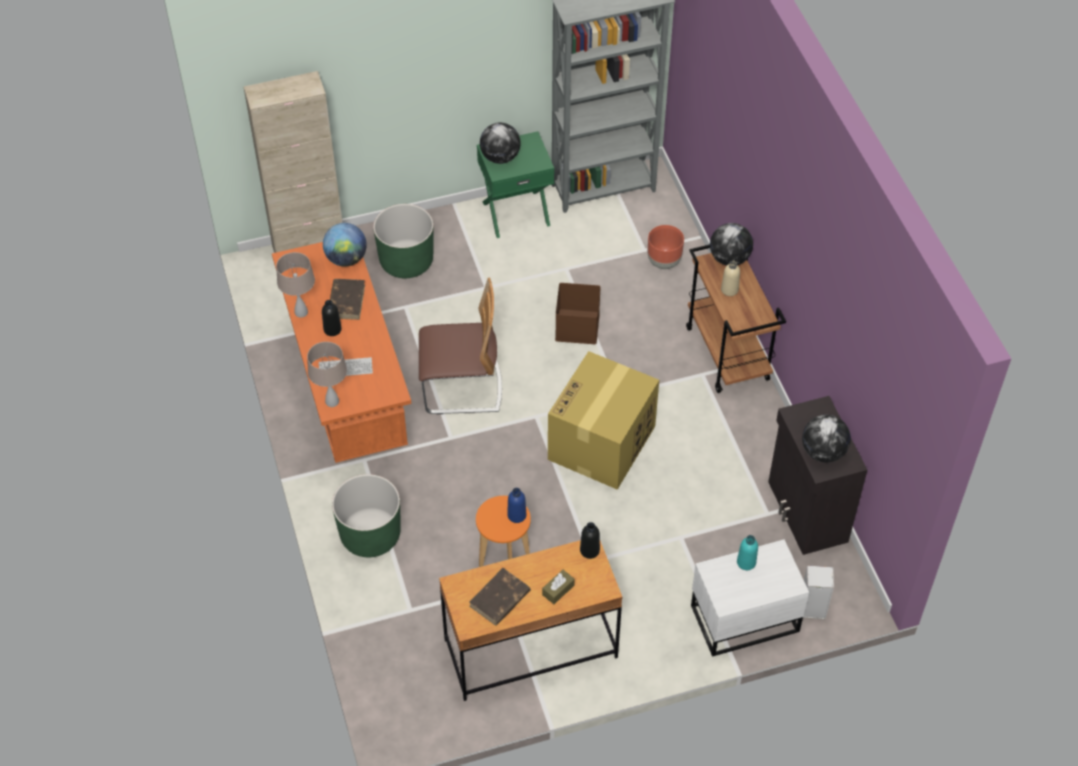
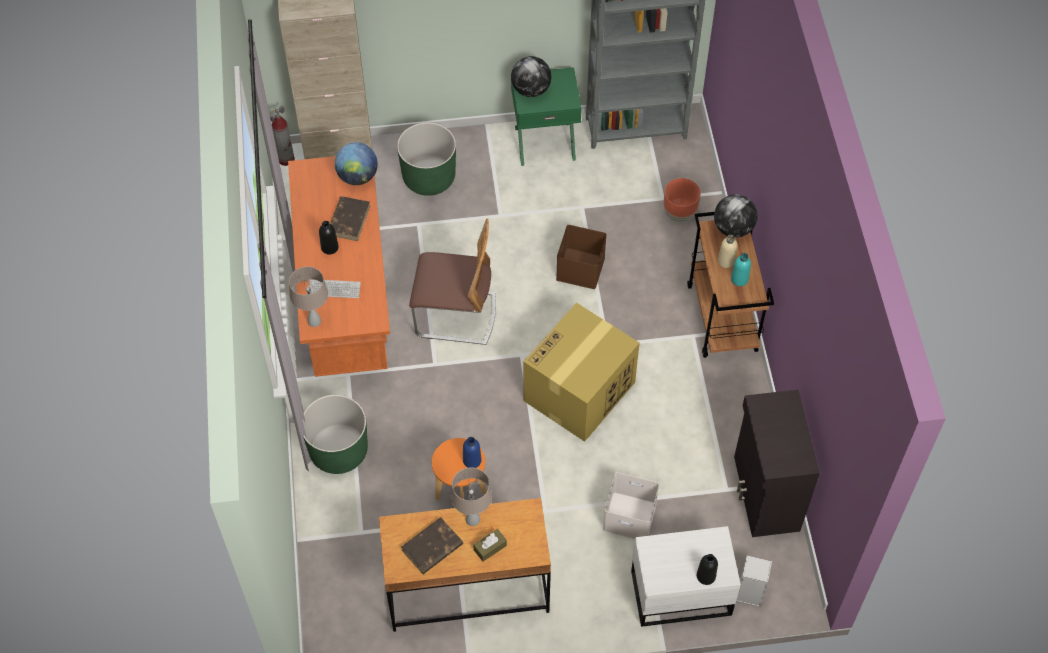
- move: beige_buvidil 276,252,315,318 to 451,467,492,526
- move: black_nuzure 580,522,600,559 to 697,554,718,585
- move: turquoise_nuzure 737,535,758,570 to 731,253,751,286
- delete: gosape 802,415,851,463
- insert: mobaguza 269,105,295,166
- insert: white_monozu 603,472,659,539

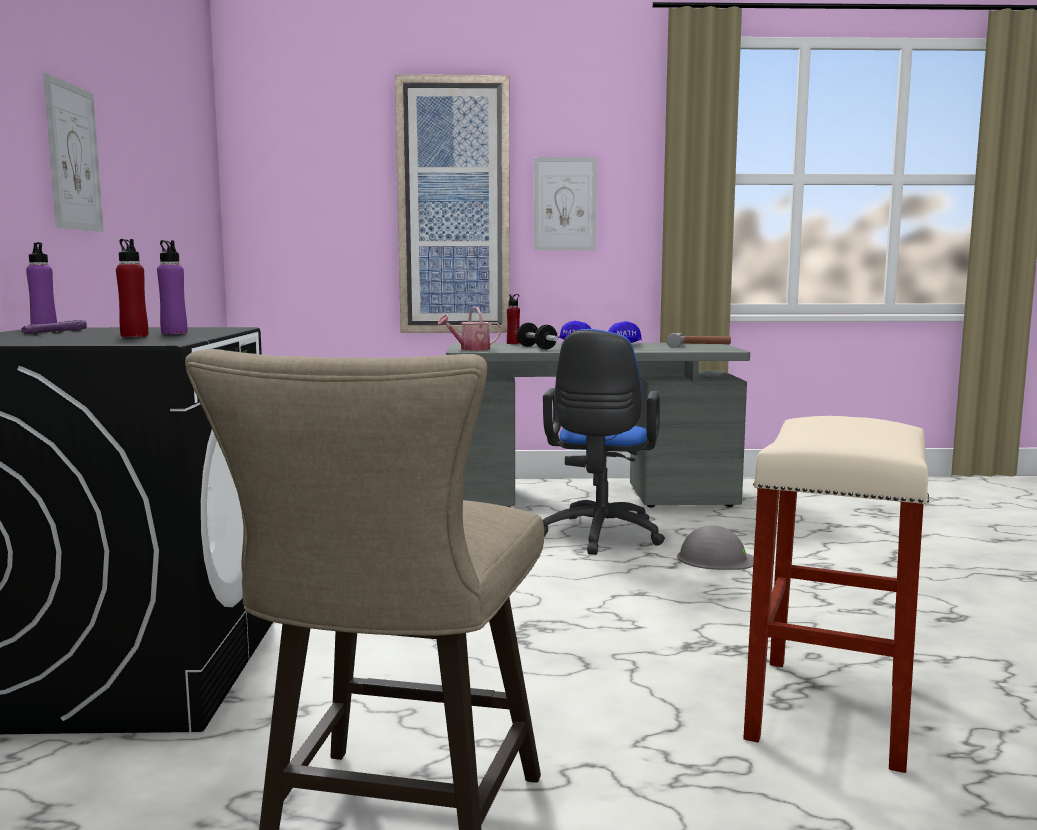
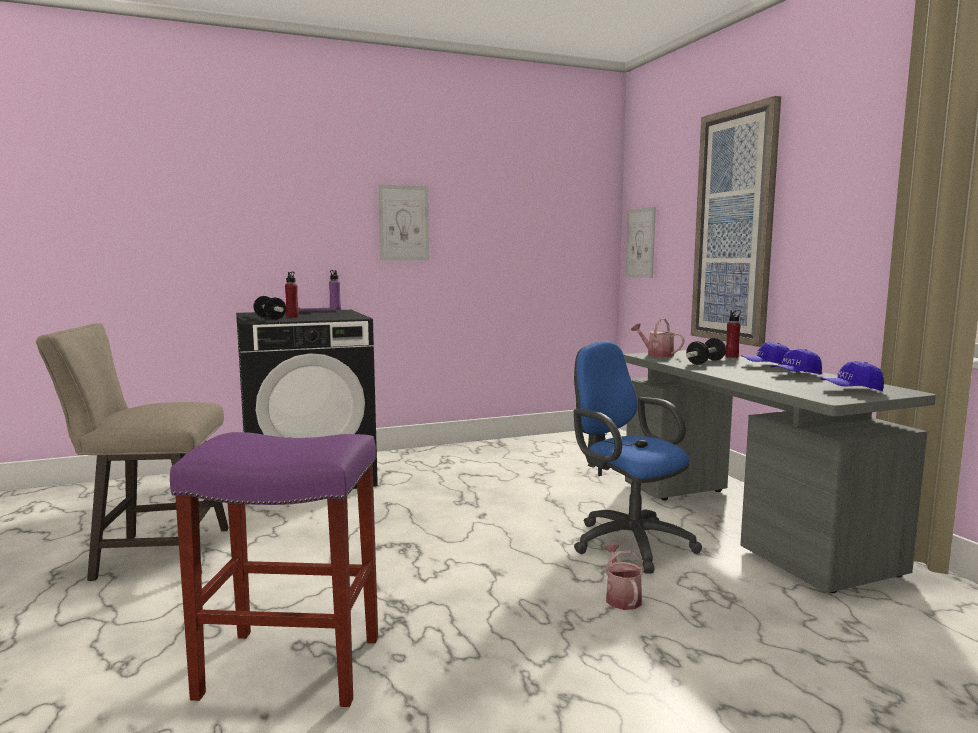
- delete: purple_nuzure 157,240,187,334
- move: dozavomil 534,157,597,250 to 626,207,656,278
- rotate: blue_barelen 543,329,665,555 = 574,341,702,574 60 degrees clockwise
- replace: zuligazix 666,333,731,348 to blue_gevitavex 820,361,884,392
- replace: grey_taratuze 677,525,754,570 to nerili 604,544,645,610
- recolor: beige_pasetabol 743,416,929,773 to purple_pasetabol 170,432,378,707
- insert: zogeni 253,296,286,320

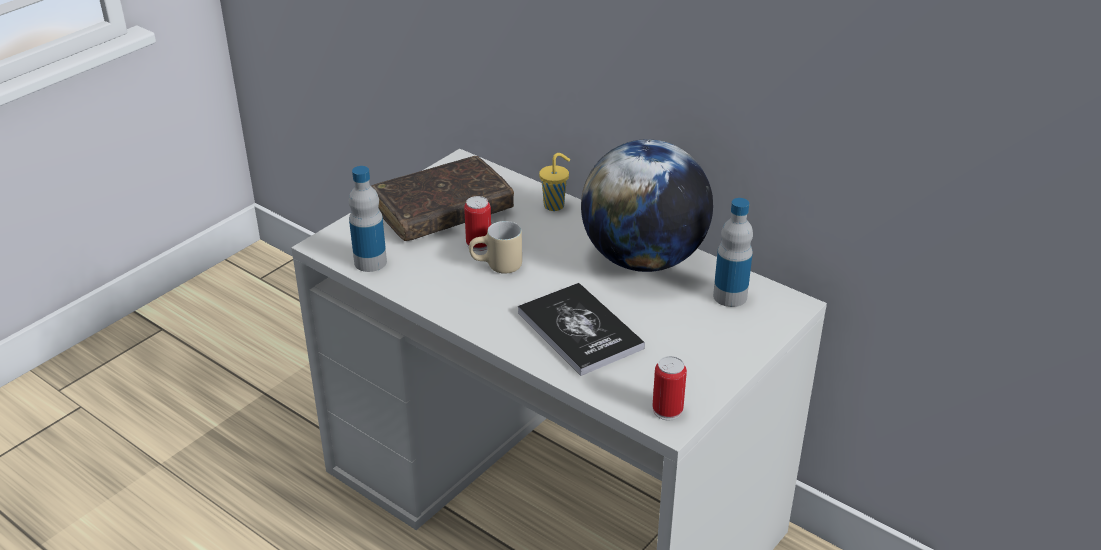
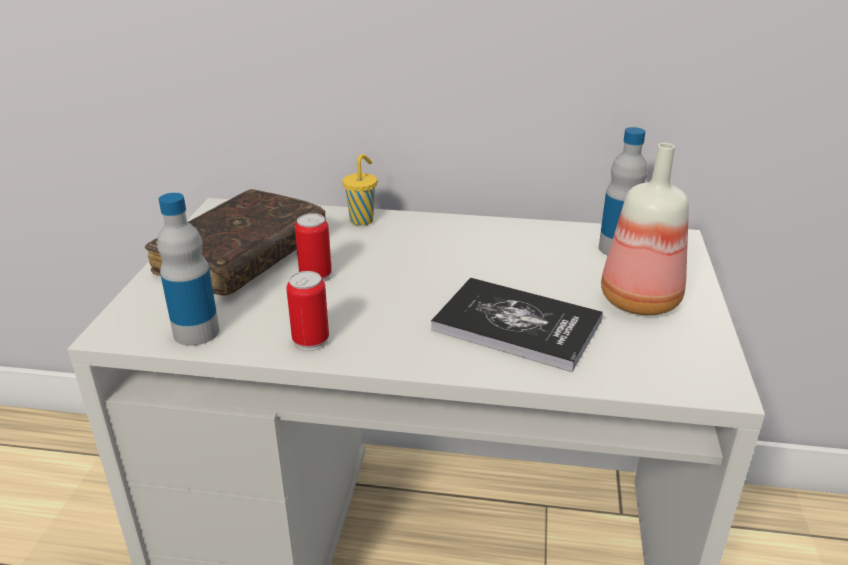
- delete: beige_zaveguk 469,221,522,274
- delete: gosape 581,139,713,272
- move: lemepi 652,356,687,420 to 286,271,329,351
- insert: nuzure 601,143,689,315

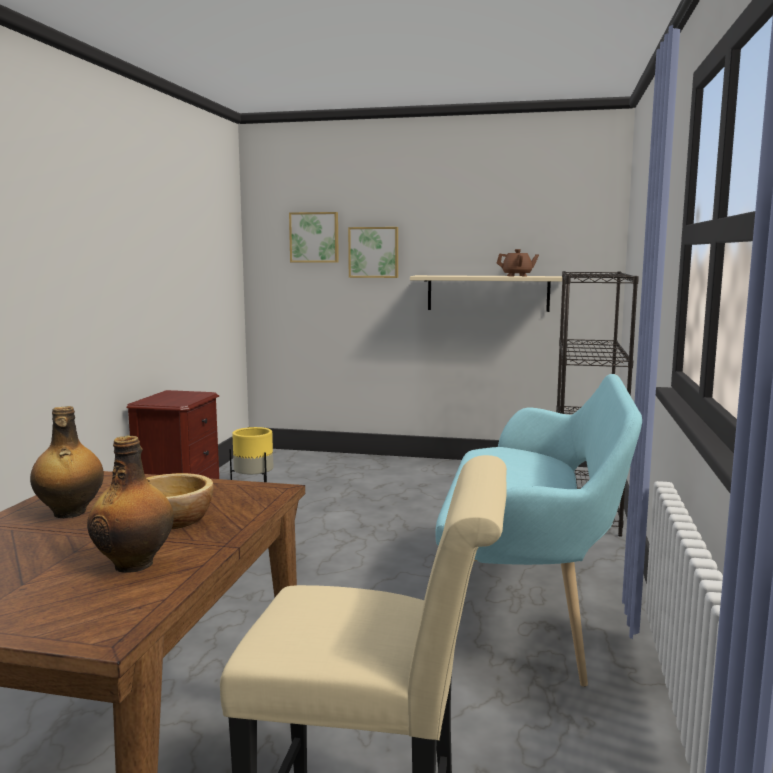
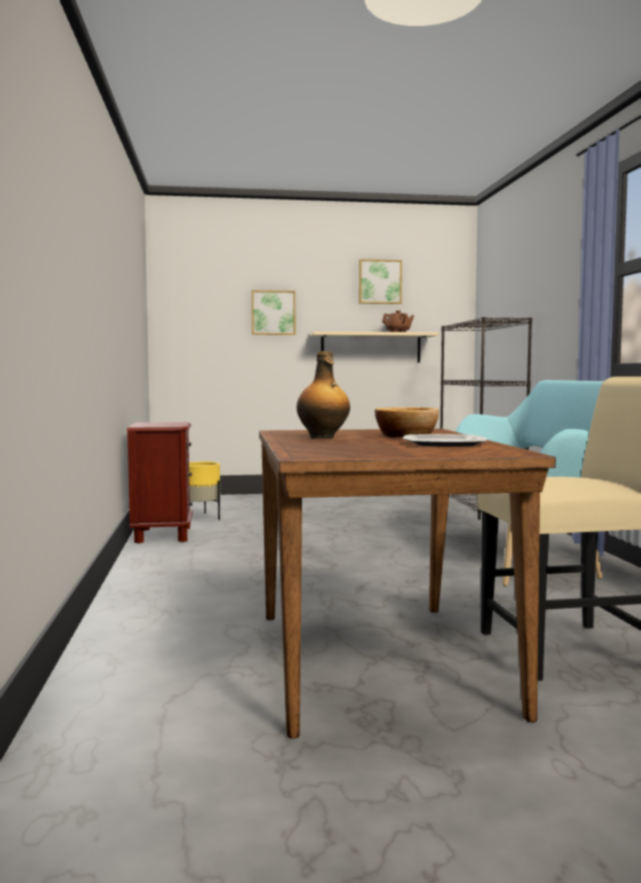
- replace: nuzure 87,436,174,573 to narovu 402,434,487,447
- move: dozavomil 289,212,339,263 to 359,259,402,304

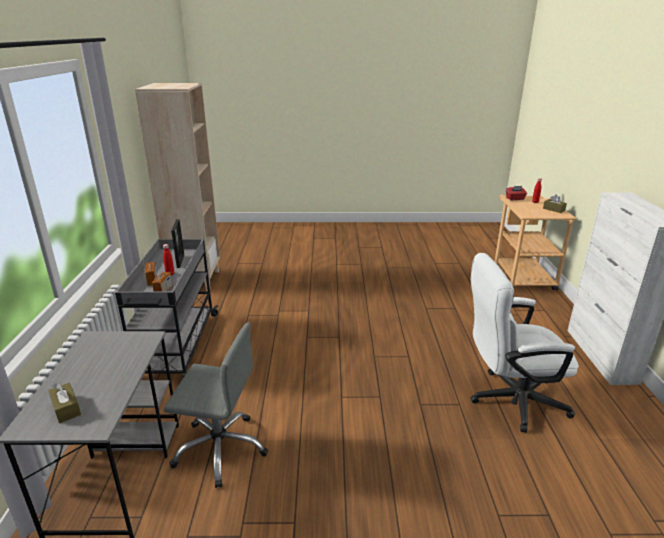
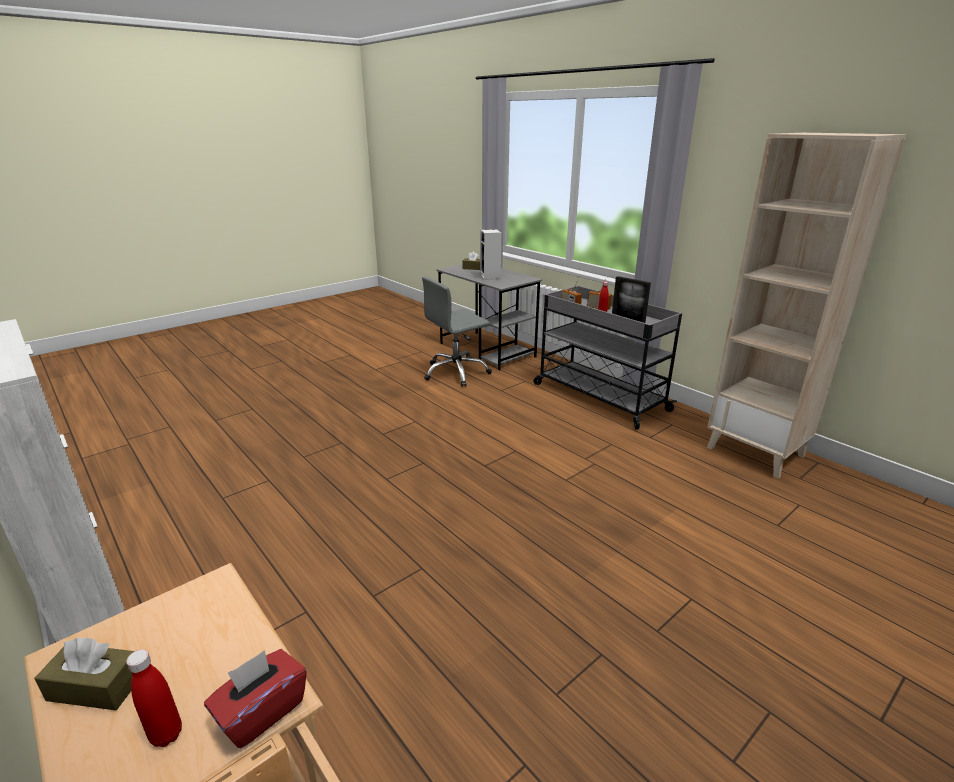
- delete: white_barelen 471,253,579,433
- insert: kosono 480,229,501,280

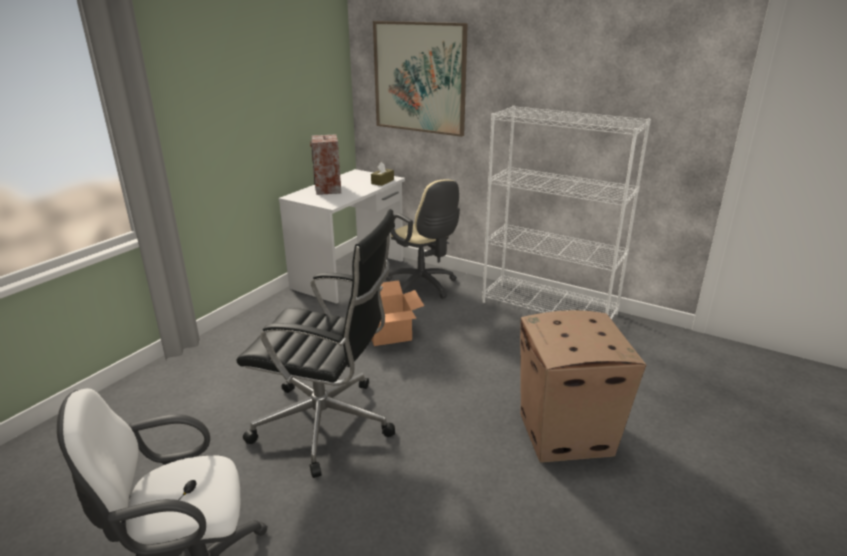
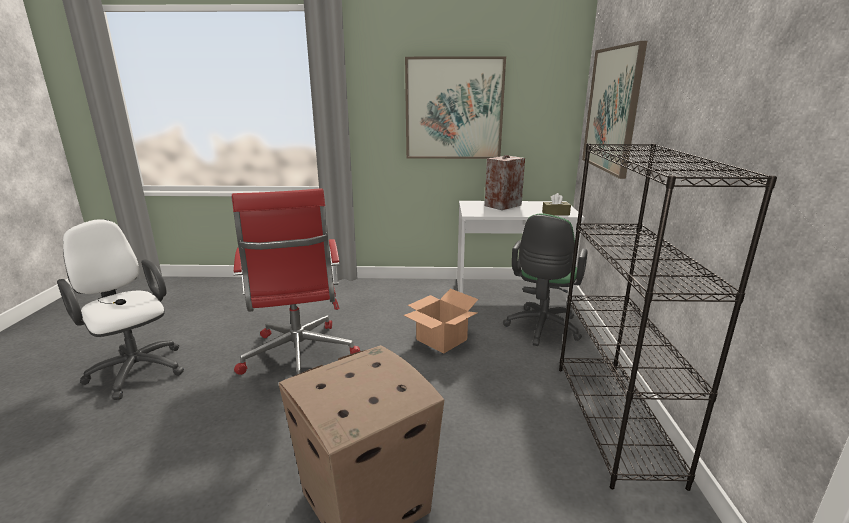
- recolor: black_barelen 236,209,395,478 to red_barelen 231,188,360,375
- recolor: beige_barelen 386,180,460,299 to green_barelen 503,213,587,346
- recolor: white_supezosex 482,106,651,320 to black_supezosex 559,143,777,491
- insert: dozavomil 405,57,506,159

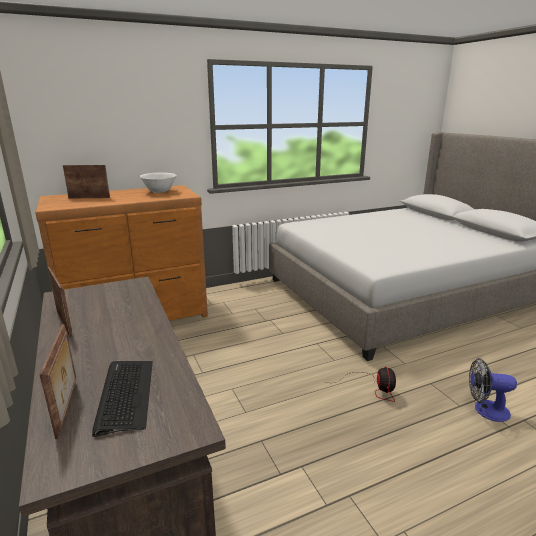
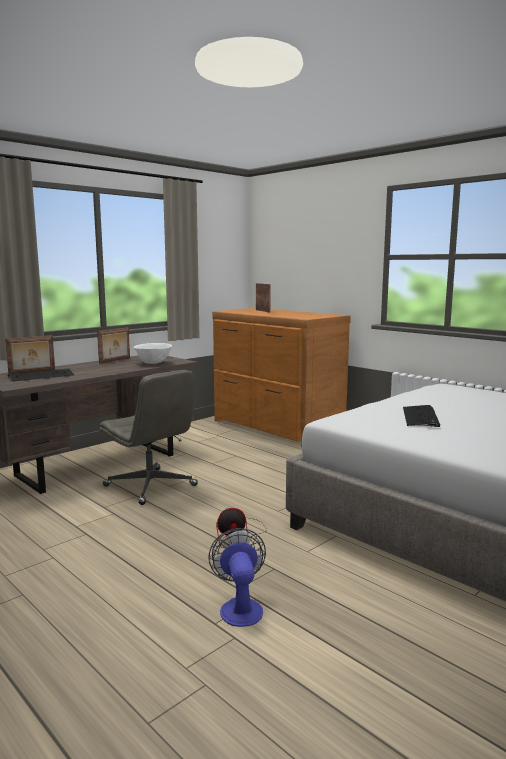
- move: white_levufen 140,172,177,193 to 134,343,172,364
- insert: grey_barelen 99,370,198,505
- insert: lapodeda 403,405,440,427

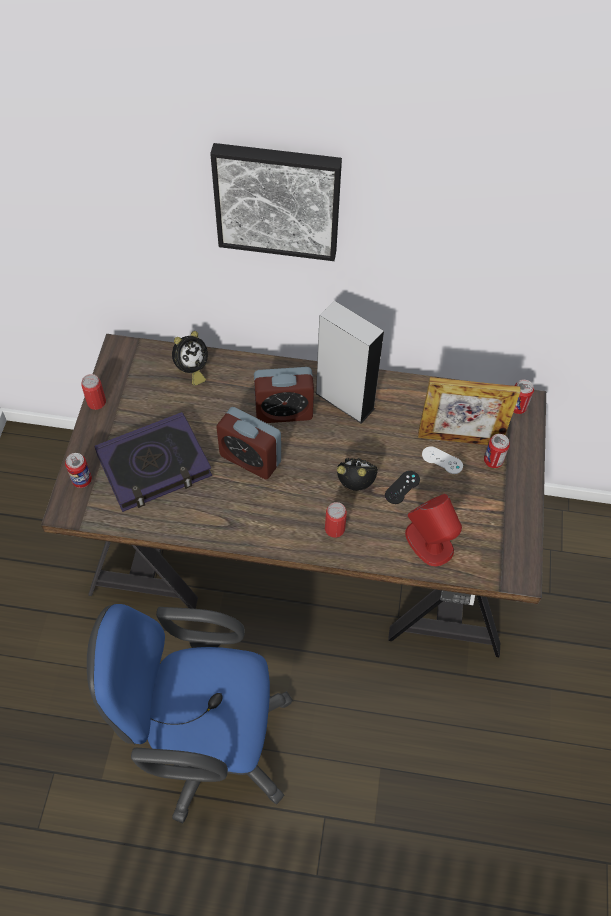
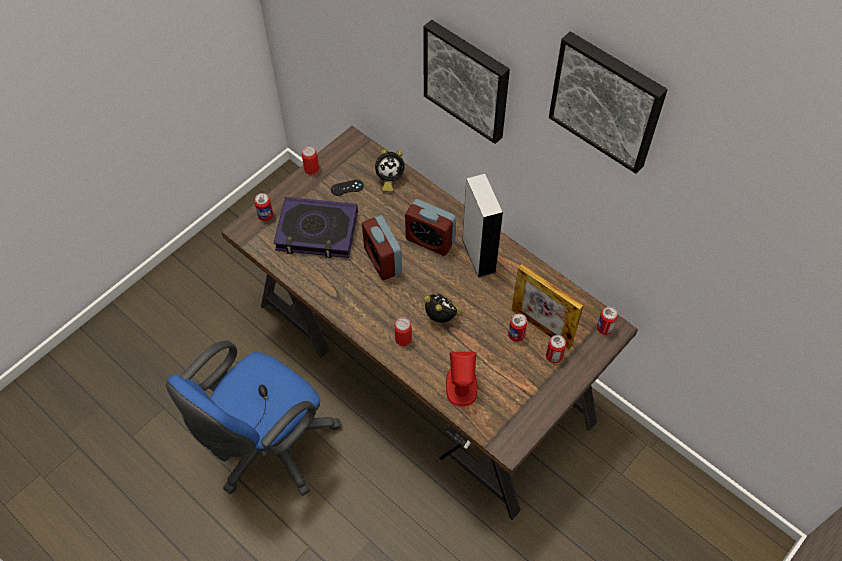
- rotate: blue_barelen 87,604,293,823 = 166,341,341,496 90 degrees counterclockwise
- move: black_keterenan 385,471,420,504 to 331,180,364,196
- replace: white_keterenan 422,446,463,474 to lemepi 508,314,527,342
- insert: dozavomil 549,31,668,174

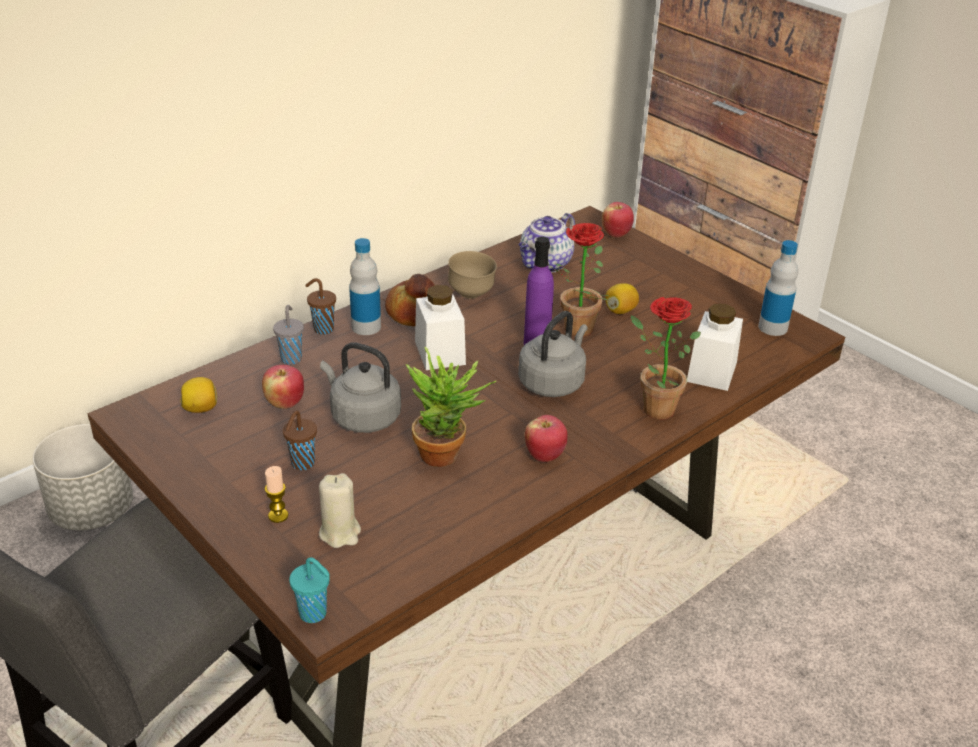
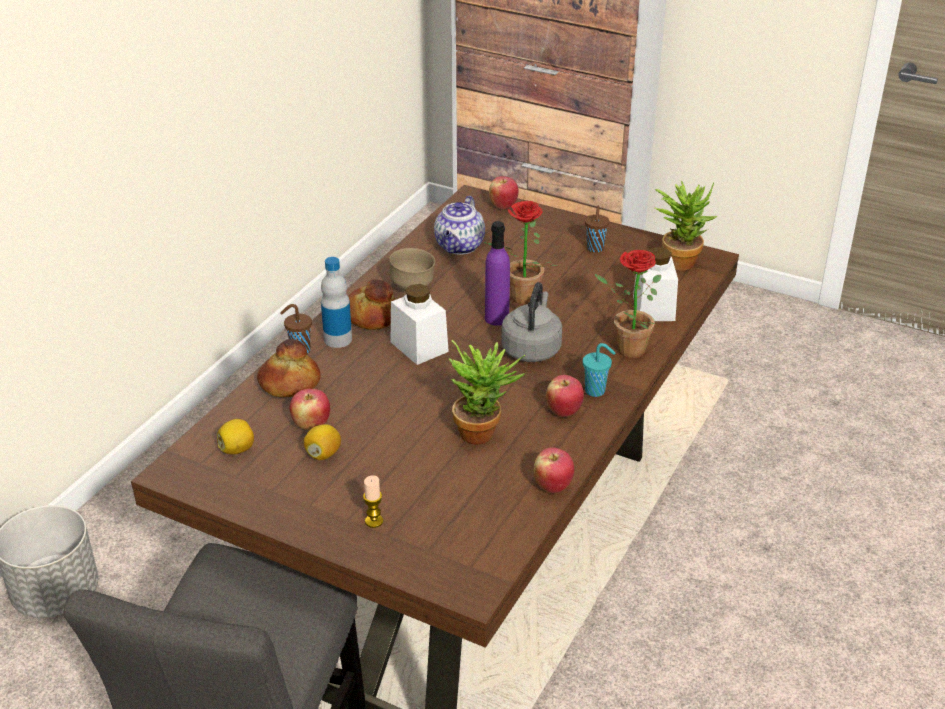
- replace: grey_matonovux 273,305,304,365 to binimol 257,339,321,398
- move: brown_matonovux 283,411,317,470 to 585,206,610,252
- move: turquoise_matonovux 289,557,330,623 to 583,343,615,397
- delete: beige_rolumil 319,473,361,548
- delete: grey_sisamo 320,342,401,433
- move: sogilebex 605,283,639,314 to 304,424,341,460
- replace: nuzure 758,240,798,336 to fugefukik 655,180,717,270
- insert: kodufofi 534,447,574,493

